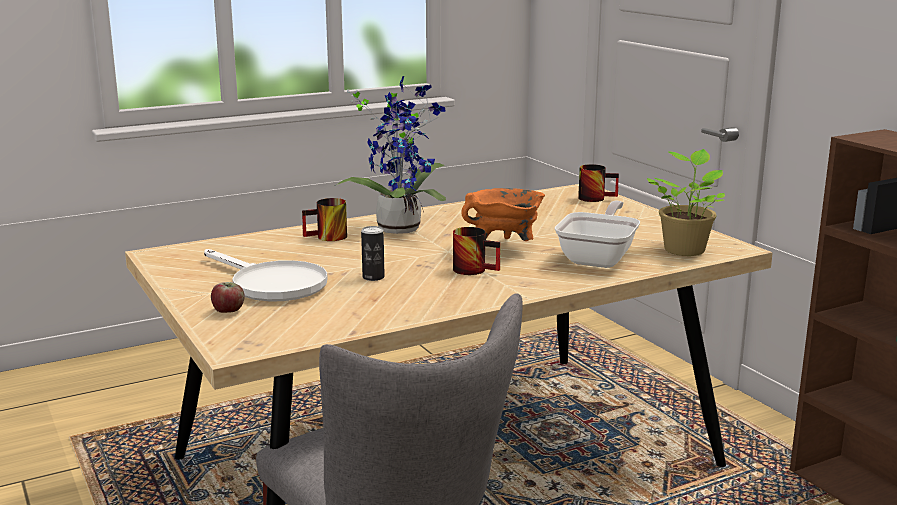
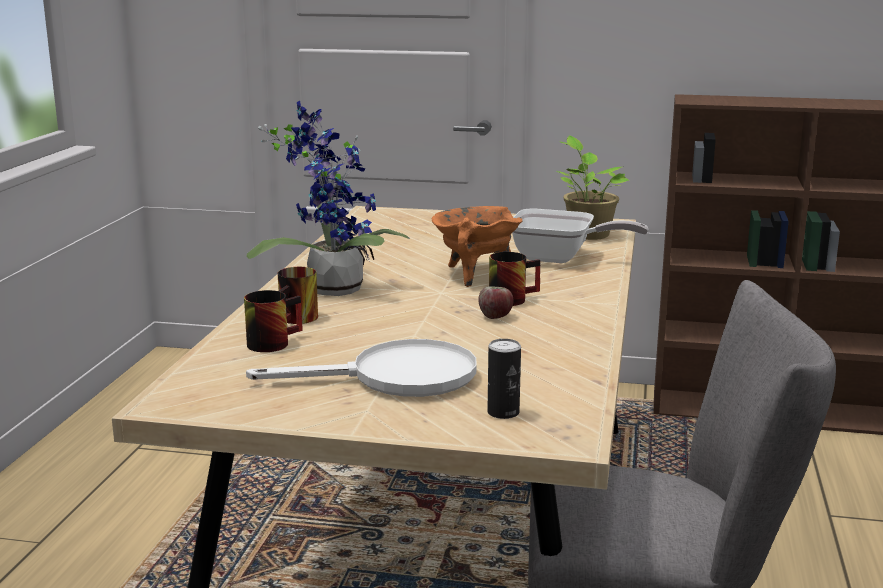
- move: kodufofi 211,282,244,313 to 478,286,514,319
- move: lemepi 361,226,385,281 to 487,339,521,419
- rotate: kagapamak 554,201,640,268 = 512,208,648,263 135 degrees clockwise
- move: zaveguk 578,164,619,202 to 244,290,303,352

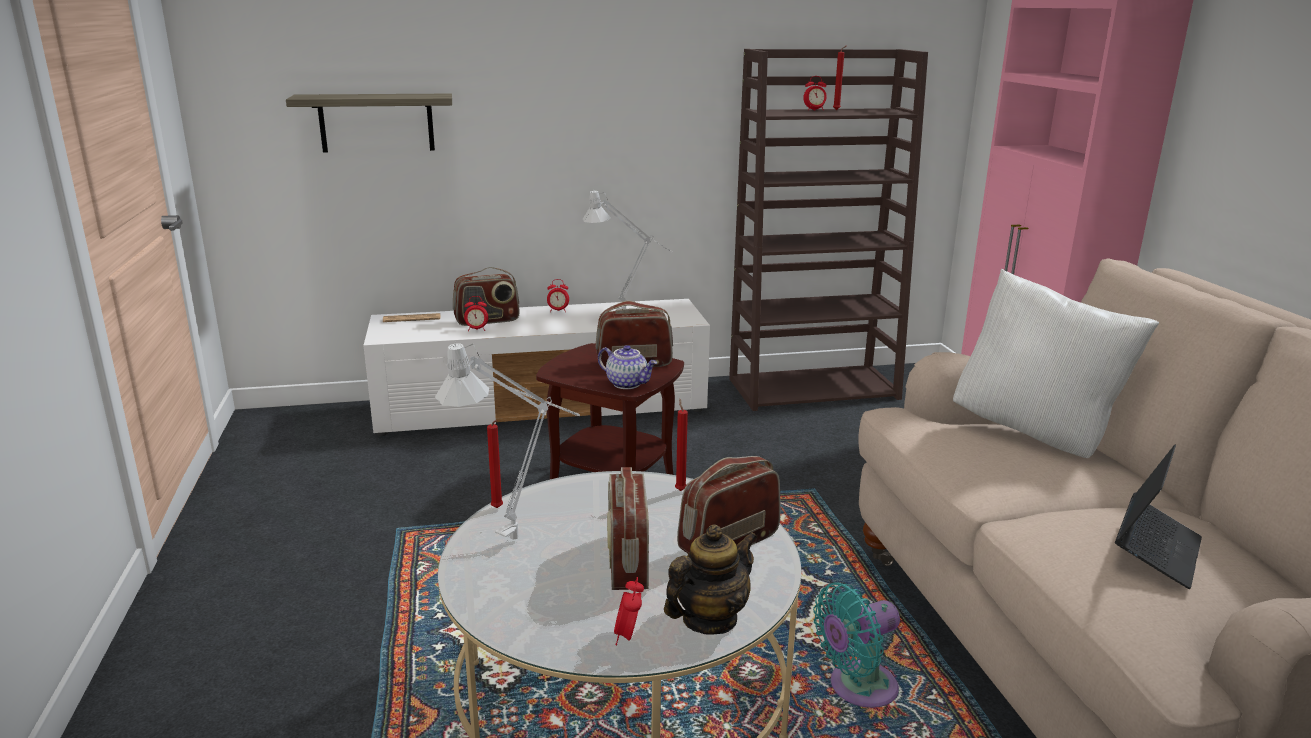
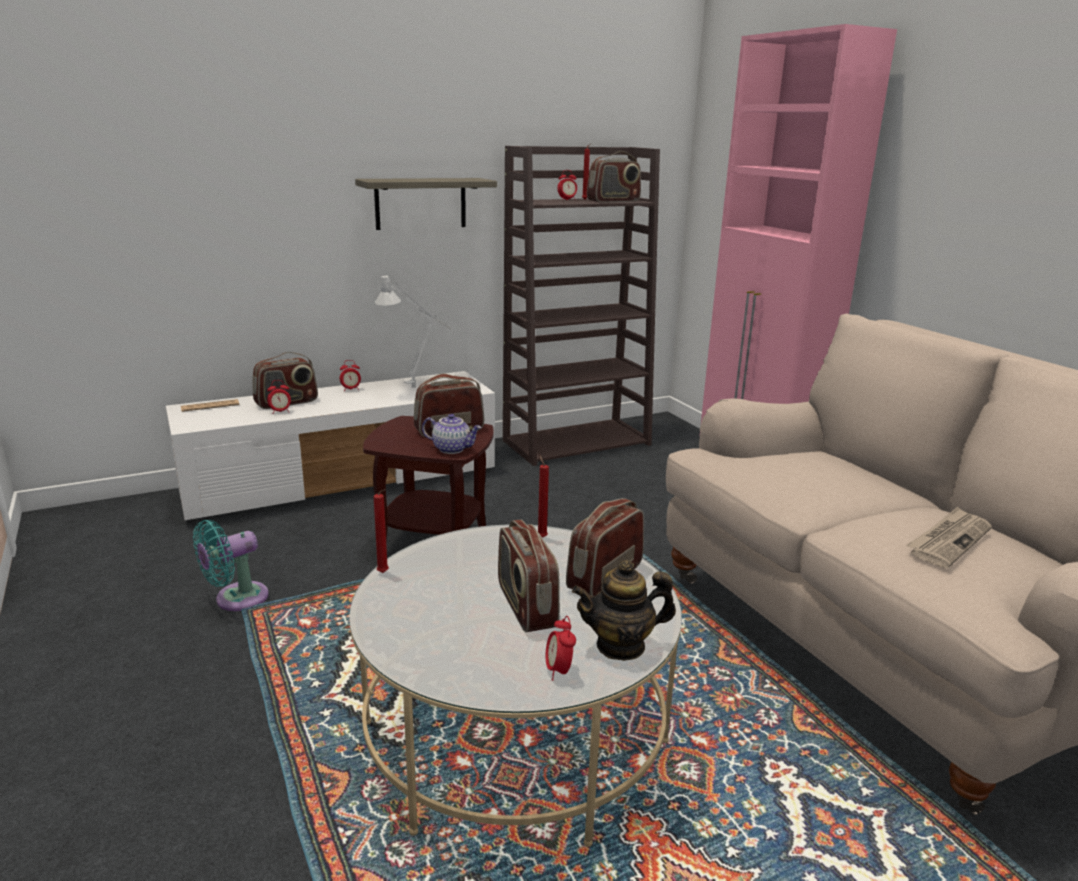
- move: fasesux 286,94,452,153 to 355,178,497,230
- delete: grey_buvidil 435,343,580,545
- rotate: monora 664,524,758,634 = 572,560,676,661 135 degrees counterclockwise
- move: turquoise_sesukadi 813,583,900,708 to 193,520,269,611
- delete: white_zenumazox 953,269,1159,458
- replace: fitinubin 1115,445,1202,589 to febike 906,507,992,568
- insert: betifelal 587,151,641,203

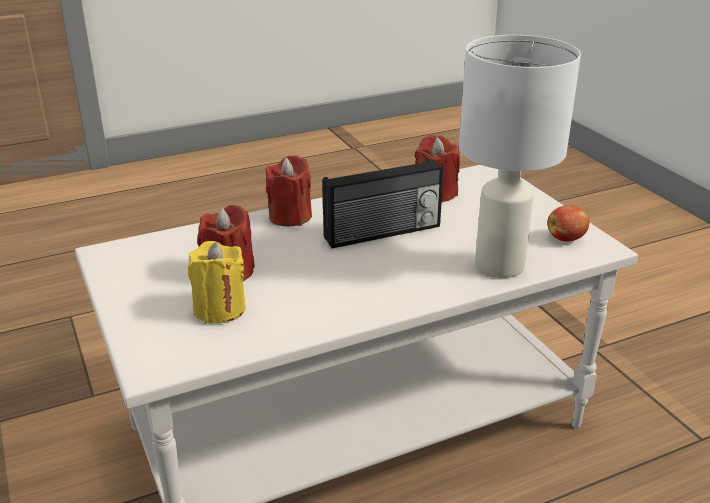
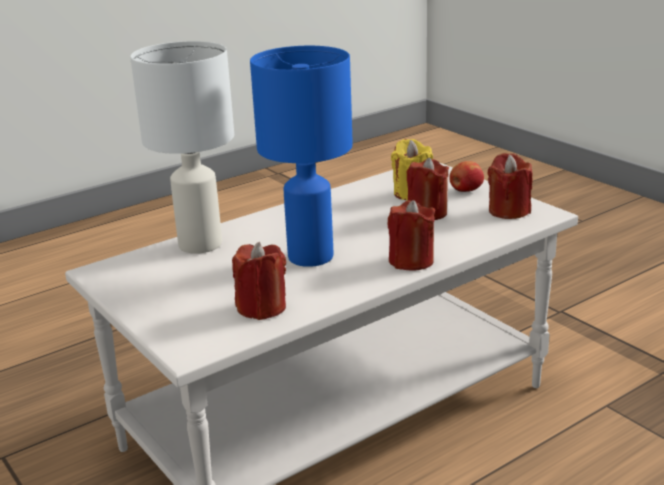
- replace: betifelal 322,159,443,248 to blue_buvidil 250,46,353,267
- move: kodufofi 547,205,589,241 to 449,161,484,192
- insert: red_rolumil 488,153,533,219

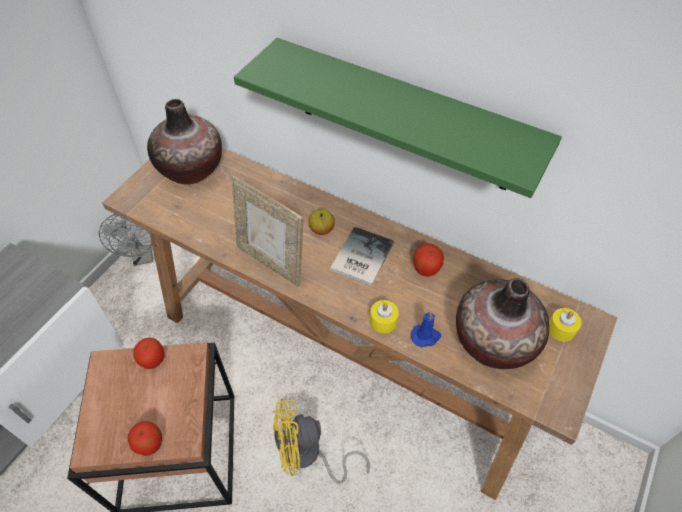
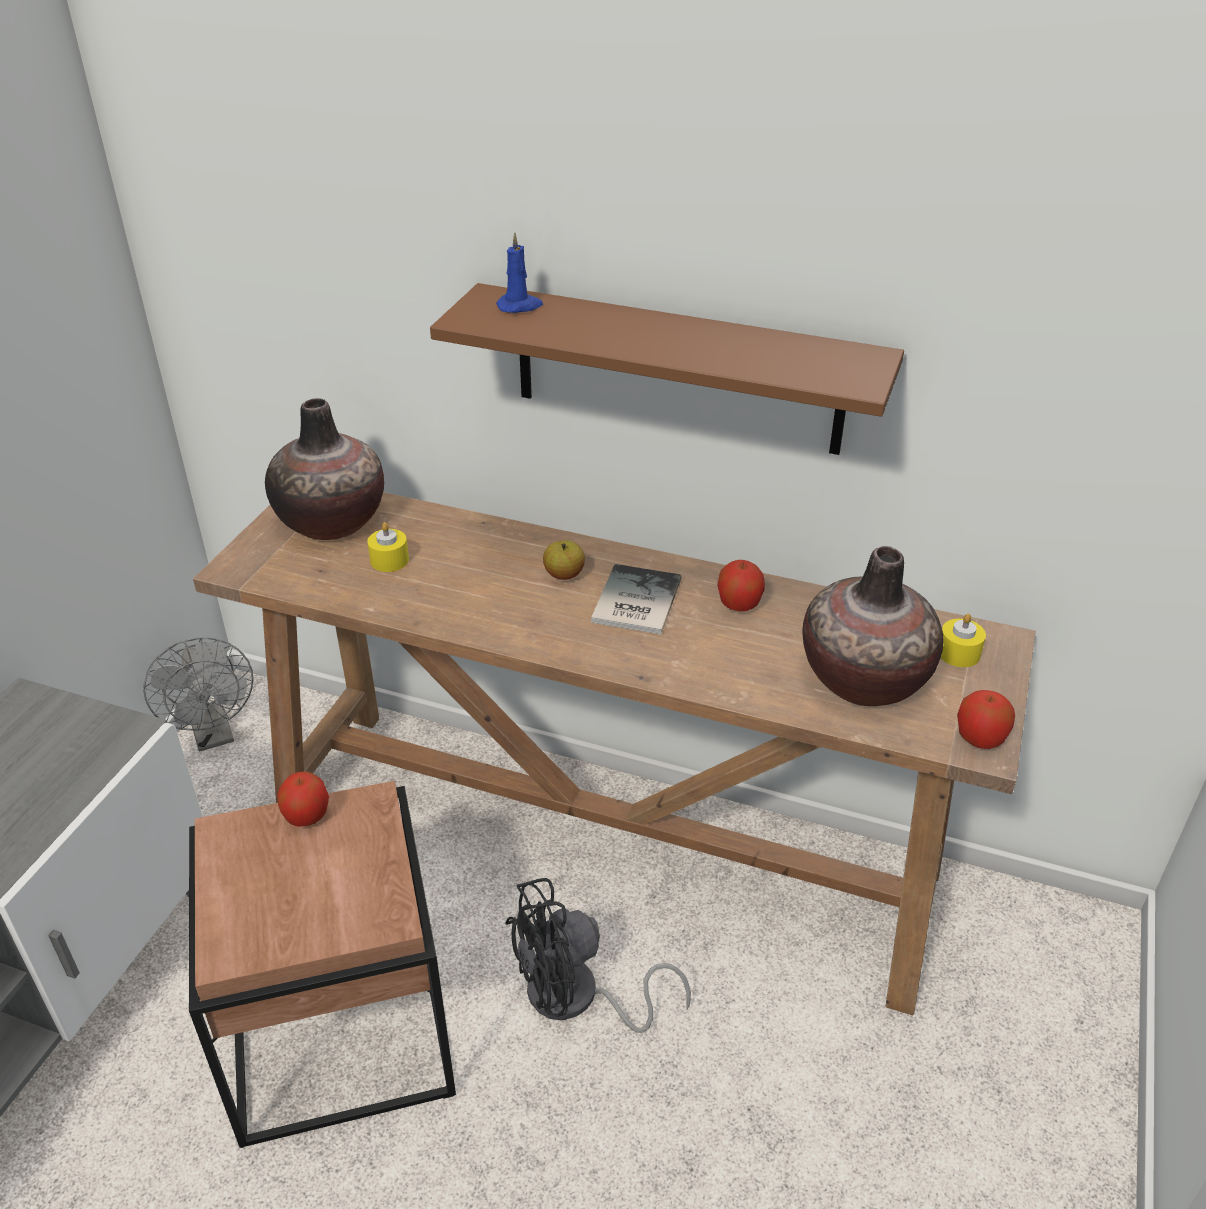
- move: kodufofi 128,421,162,456 to 957,690,1015,749
- delete: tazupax 232,176,303,287
- recolor: green_fasesux 234,38,562,198 to brown_fasesux 430,283,904,455
- recolor: yellow_sesukadi 272,398,370,484 to black_sesukadi 505,878,691,1033
- move: yellow_rolumil 370,300,399,333 to 367,522,409,572
- move: blue_rolumil 411,311,441,348 to 496,232,543,313

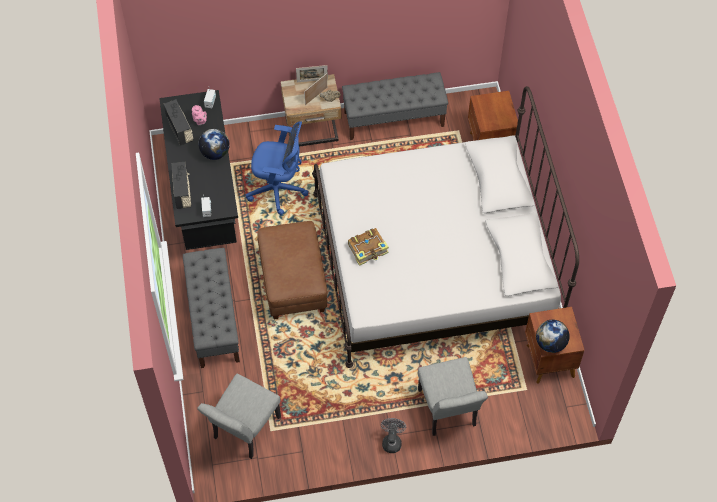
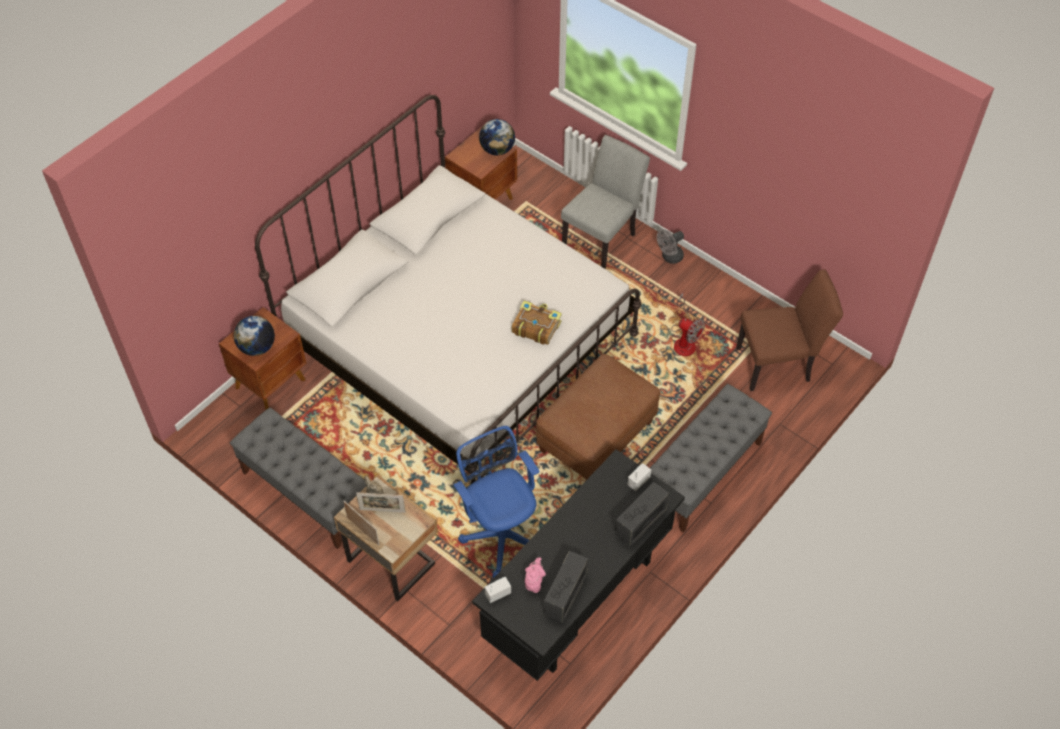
- recolor: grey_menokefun 197,374,281,459 to brown_menokefun 736,269,843,391
- move: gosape 199,129,230,160 to 234,316,275,356
- insert: sesukadi 671,293,705,356

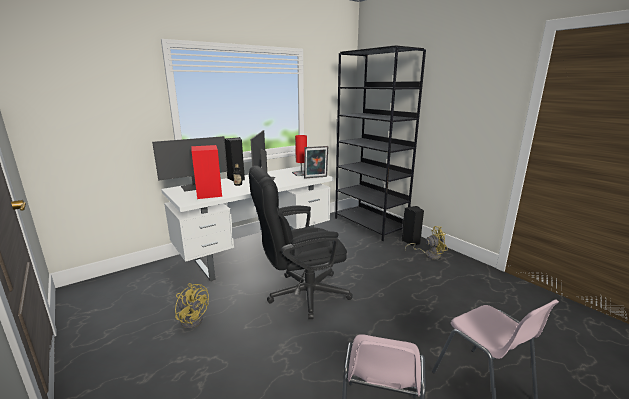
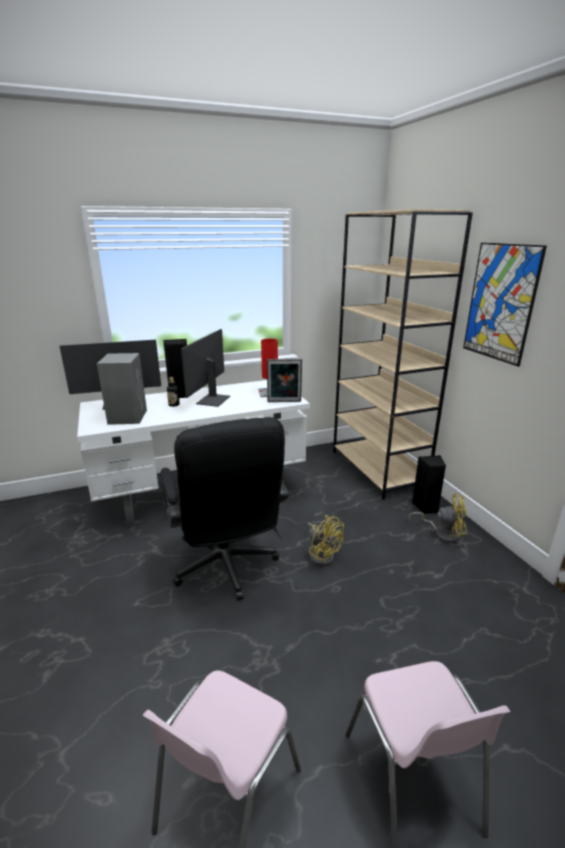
- move: yellow_sesukadi 175,283,209,329 to 308,515,344,566
- recolor: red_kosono 192,145,222,199 to grey_kosono 97,353,147,425
- rotate: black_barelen 249,166,353,319 = 161,417,289,601 105 degrees counterclockwise
- recolor: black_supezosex 335,45,426,241 to beige_supezosex 333,209,473,500
- insert: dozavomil 463,243,547,367

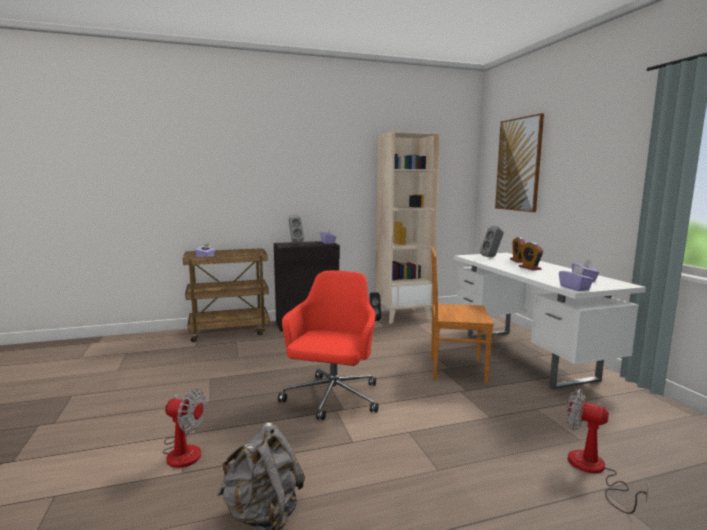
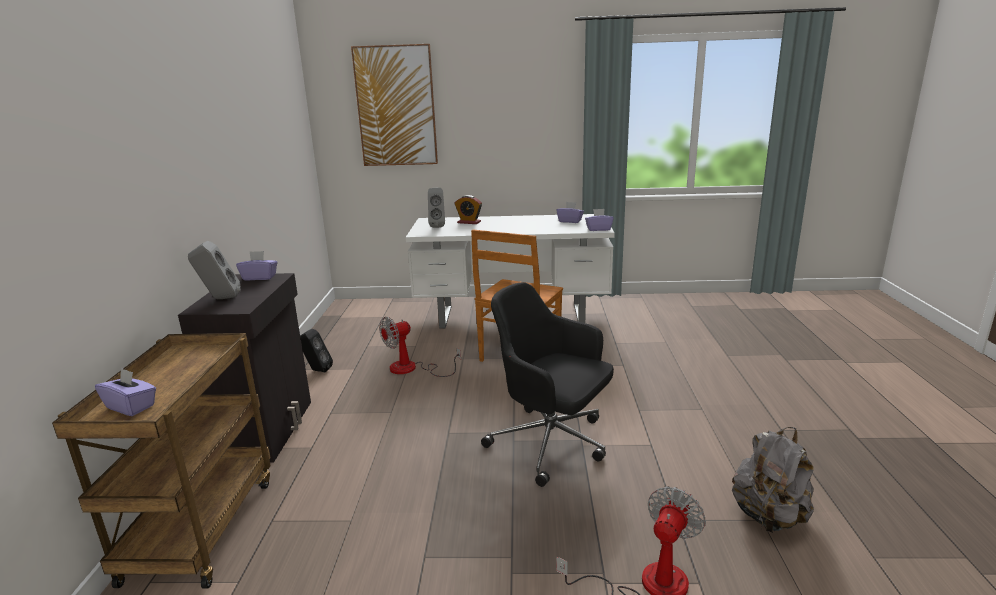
- recolor: red_barelen 278,270,378,420 to black_barelen 481,282,614,487
- delete: beige_supezosex 375,131,441,324
- delete: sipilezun 519,242,543,270
- move: sesukadi 567,389,649,514 to 379,317,461,377

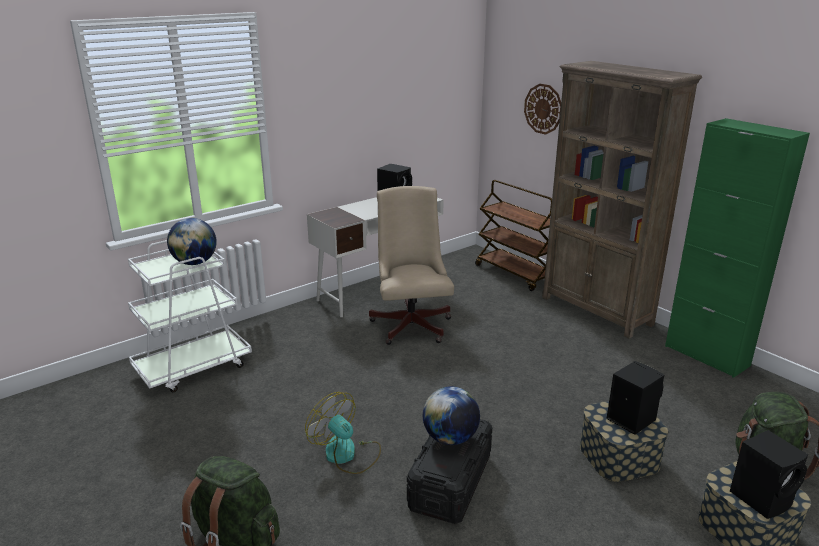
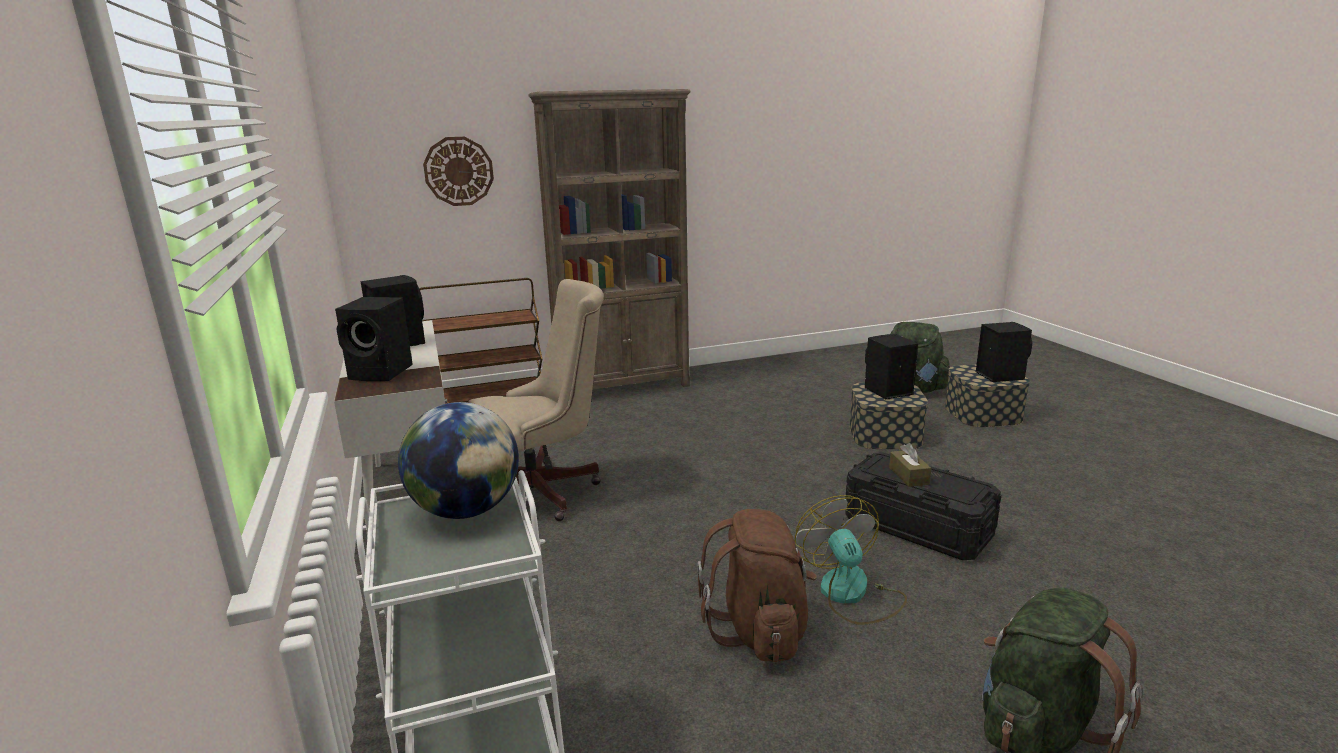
- rotate: sesukadi 305,392,381,474 = 795,495,907,625 105 degrees clockwise
- rotate: beige_barelen 369,186,454,345 = 469,279,604,521 150 degrees clockwise
- replace: gosape 423,386,480,445 to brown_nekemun 889,443,931,487
- delete: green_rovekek 665,118,810,378
- insert: black_kosono 335,297,413,381
- insert: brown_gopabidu 697,509,817,663

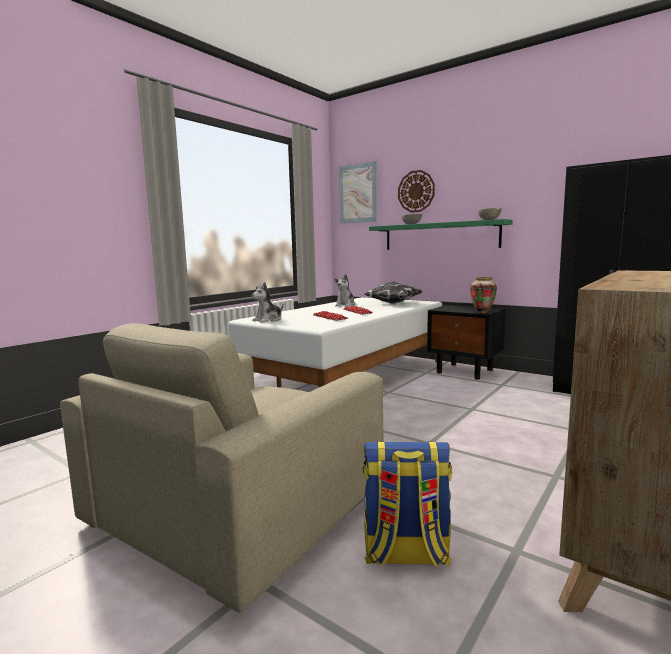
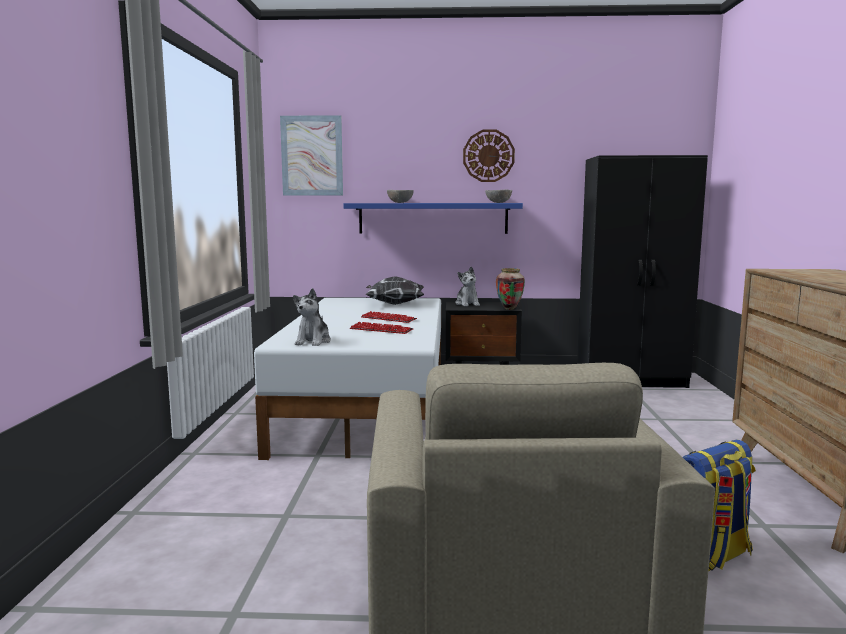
- move: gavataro 334,274,355,307 to 455,267,480,306
- recolor: green_fasesux 369,219,513,250 to blue_fasesux 343,203,523,234
- move: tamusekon 398,170,435,213 to 463,129,515,182

